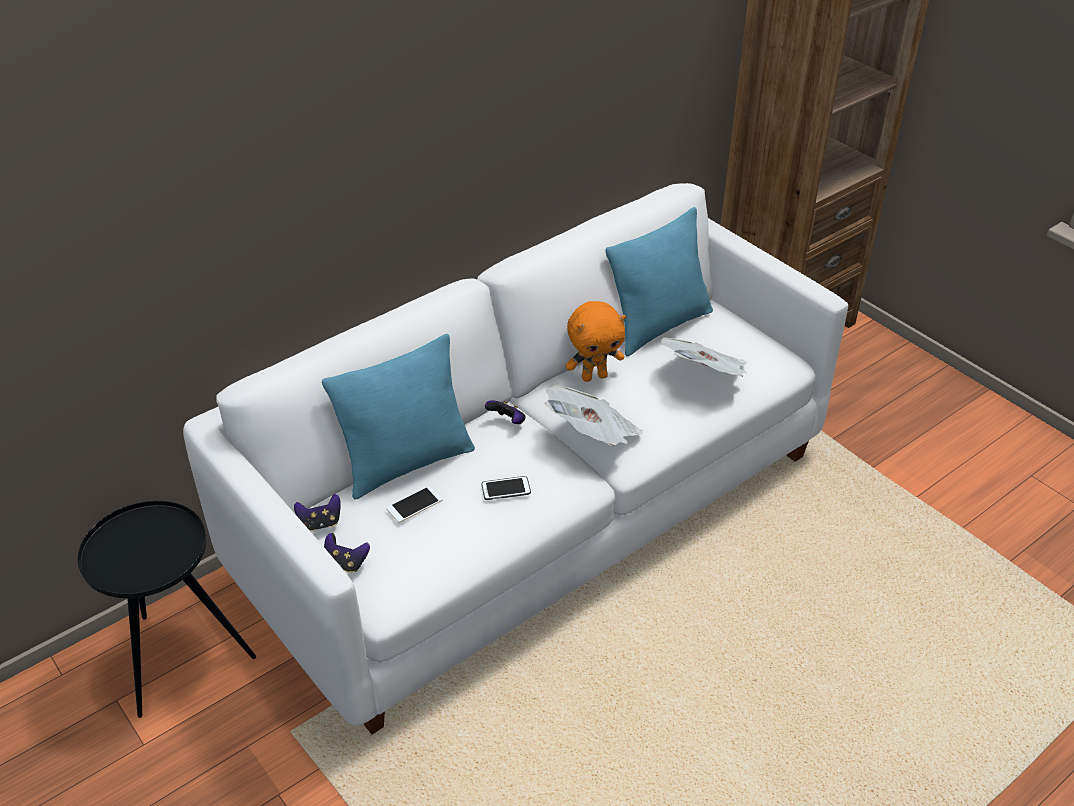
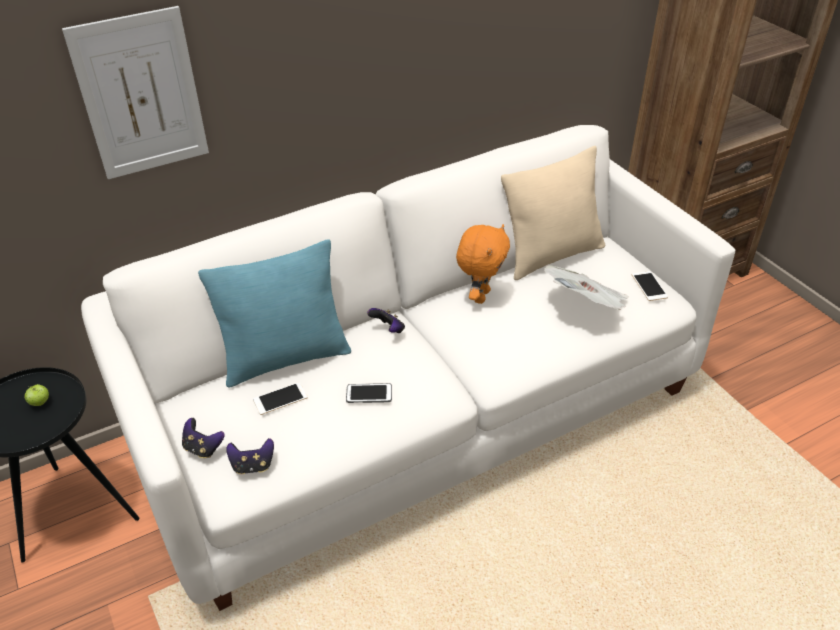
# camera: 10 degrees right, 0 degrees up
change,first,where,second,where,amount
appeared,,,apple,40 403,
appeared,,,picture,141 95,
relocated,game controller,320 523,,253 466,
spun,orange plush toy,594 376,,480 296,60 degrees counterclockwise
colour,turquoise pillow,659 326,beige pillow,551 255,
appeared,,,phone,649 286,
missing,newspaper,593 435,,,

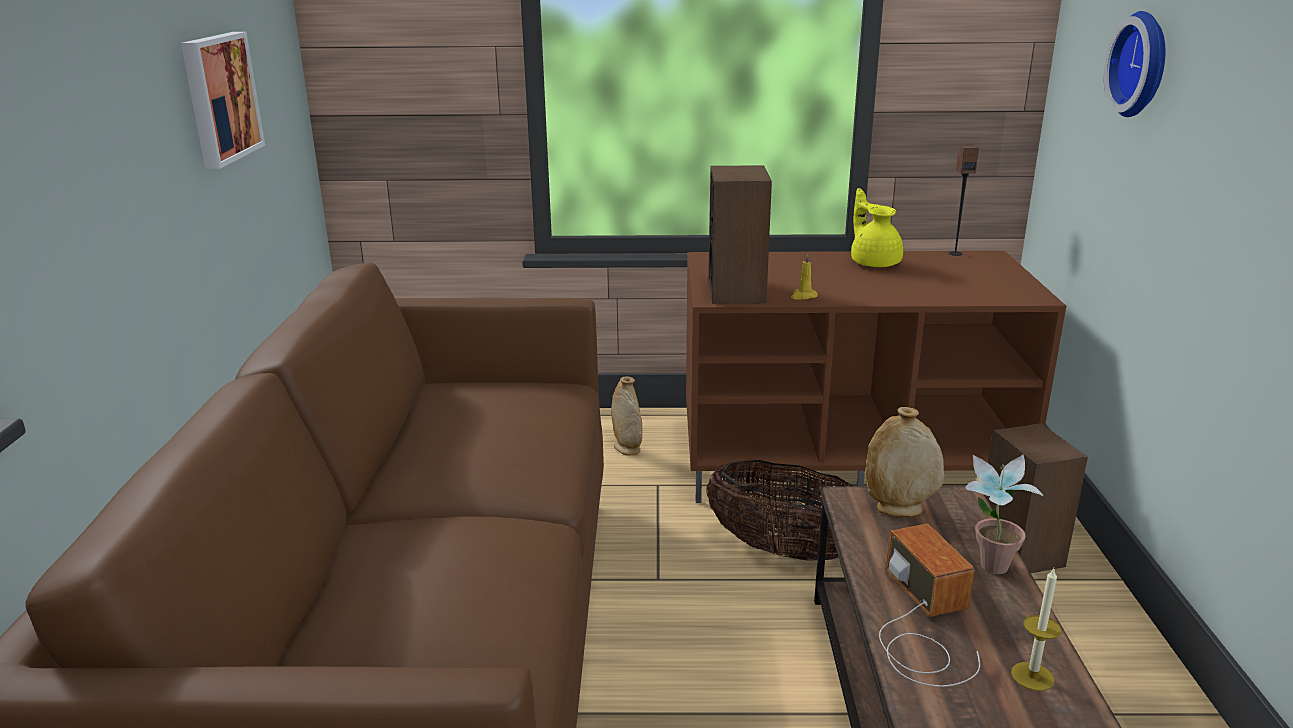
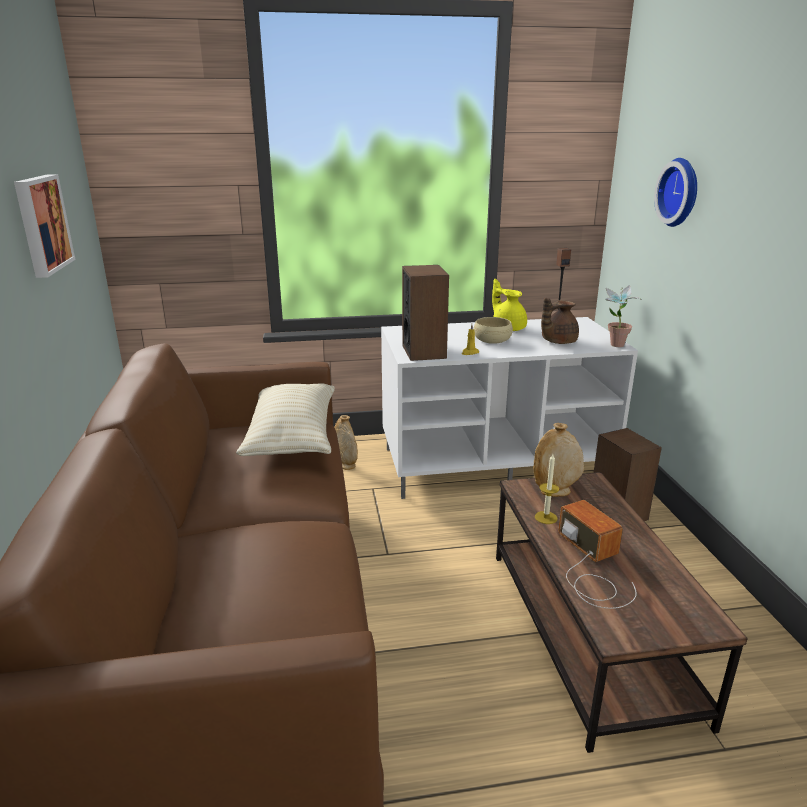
# camera: 10 degrees left, 0 degrees up
change,first,where,second,where,amount
appeared,,,beige pillow,292 437,
colour,brown tv stand,847 462,white tv stand,495 463,
appeared,,,beige bowl,492 340,
relocated,candle,1032 676,,546 517,
appeared,,,brown teapot,557 341,
relocated,potted plant,987 570,,614 346,
missing,basket,785 550,,,

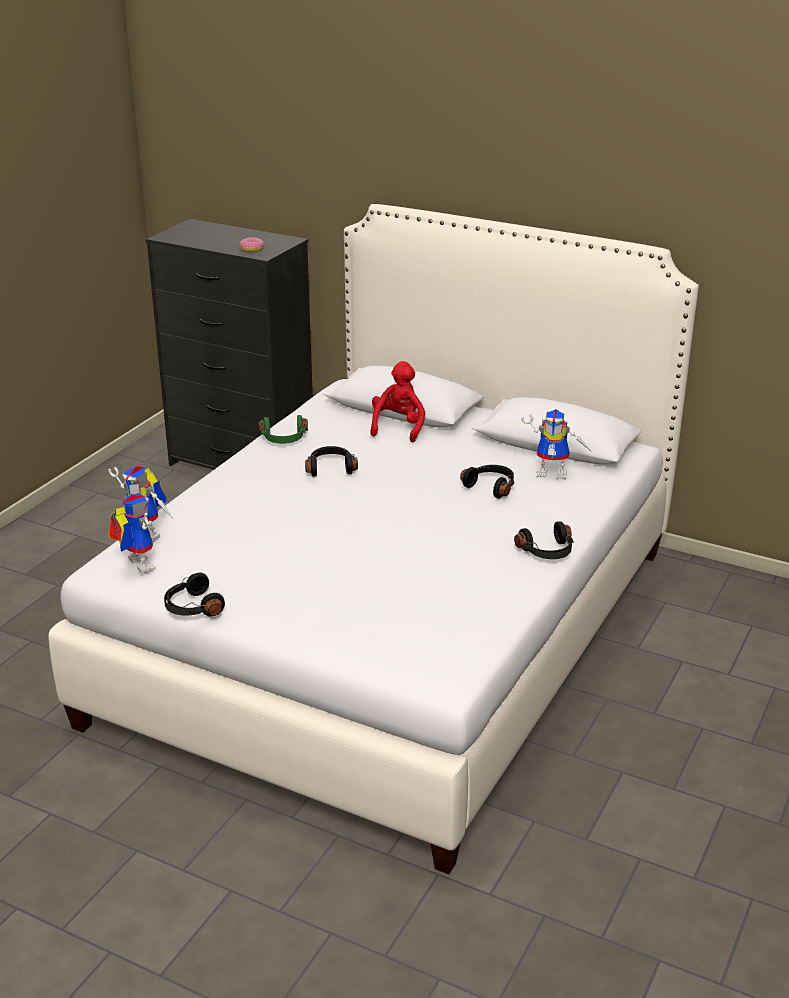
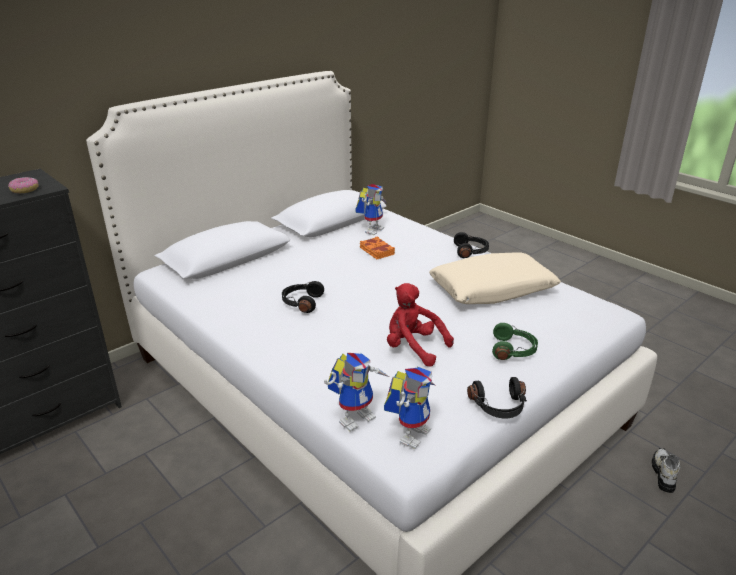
# camera: 70 degrees left, 0 degrees up
change,first,where,second,where,amount
exchanged,black headphones,491 487,orange book,376 251,
spun,toy robot,135 564,,411 432,135 degrees clockwise
relocated,red plush toy,398 427,,413 348,
appeared,,,beige pillow,492 289,
relocated,green headphones,284 439,,513 350,
appeared,,,shoe,663 474,

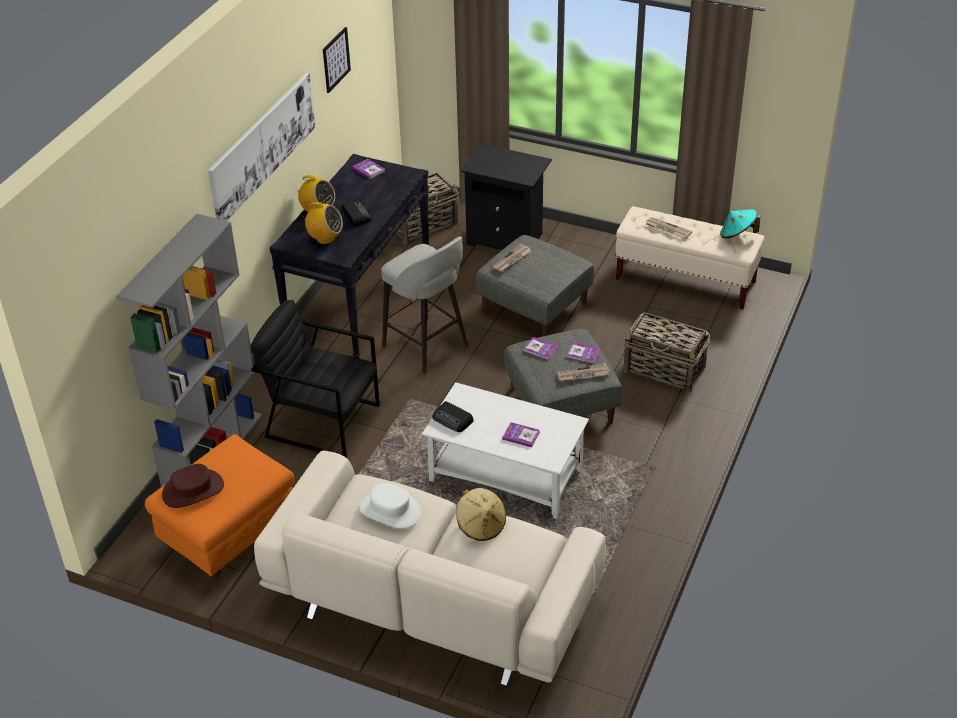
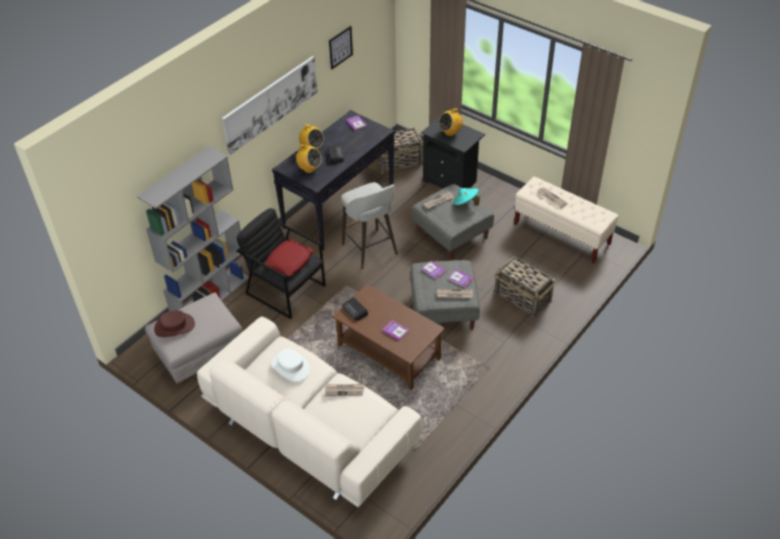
# camera: 15 degrees right, 5 degrees up
change,first,where,second,where,amount
colour,orange ottoman,229 536,grey ottoman,200 357,
appeared,,,red pillow,289 261,
exchanged,beige hat,481 525,newspaper,344 390,
colour,white coffee table,504 475,brown coffee table,388 352,
appeared,,,radio,450 132,
relocated,turquoise hat,737 234,,465 204,

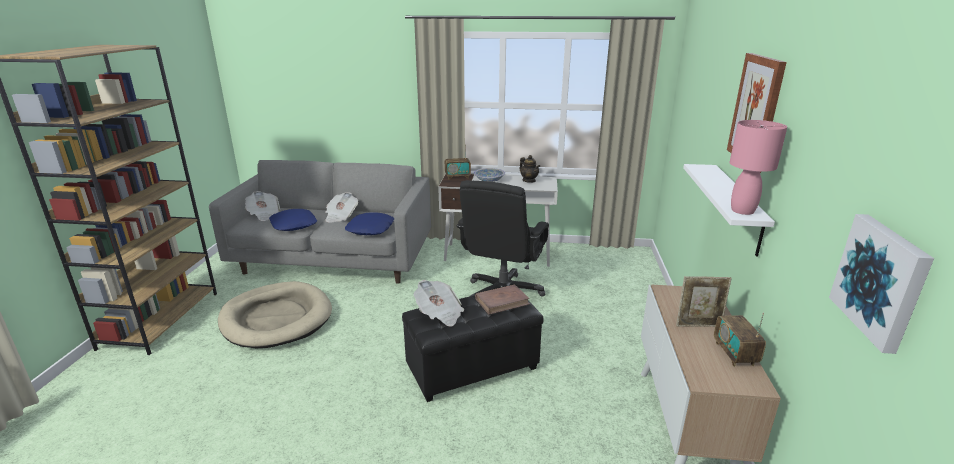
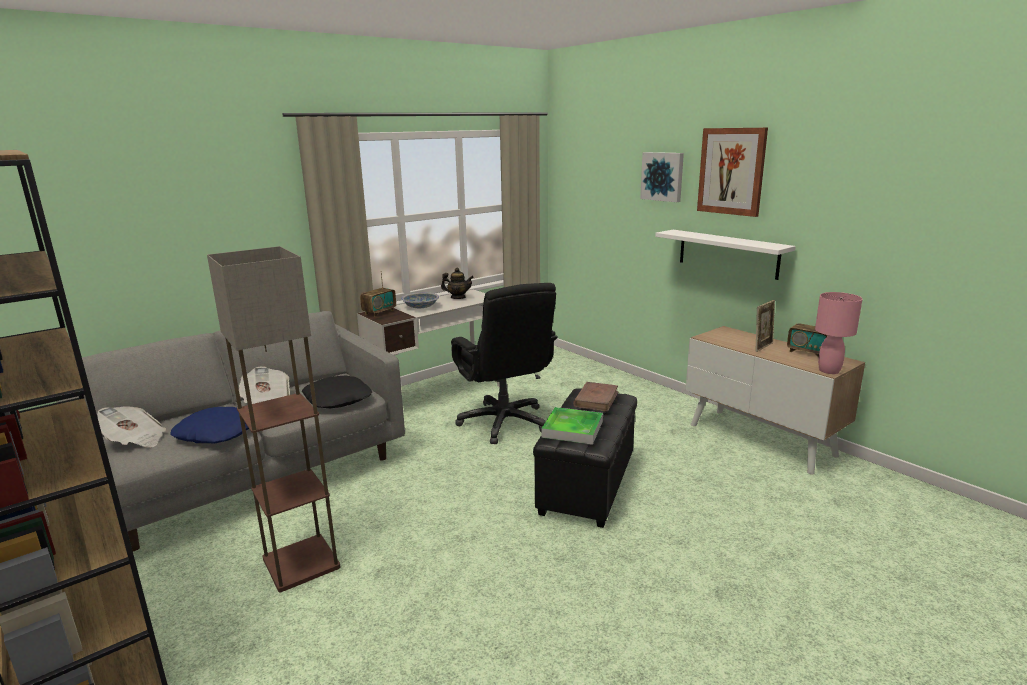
# camera: 45 degrees left, 5 degrees down
change,first,where,second,where,amount
exchanged,beige dog bed,276 318,floor lamp,299 563,
colour,blue pillow,371 229,black pillow,338 399,
exchanged,newspaper,439 314,tray,572 429,
relocated,picture,881 280,,663 176,
relocated,pink table lamp,742 210,,829 370,

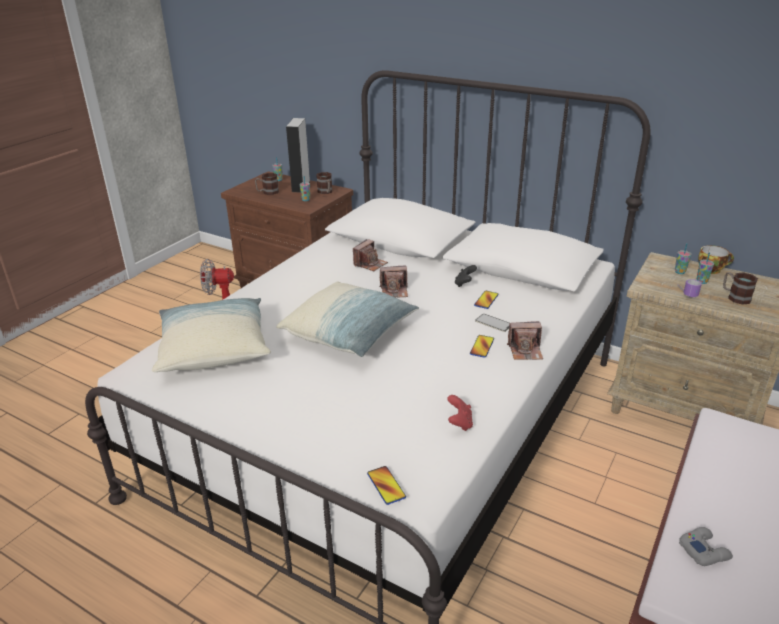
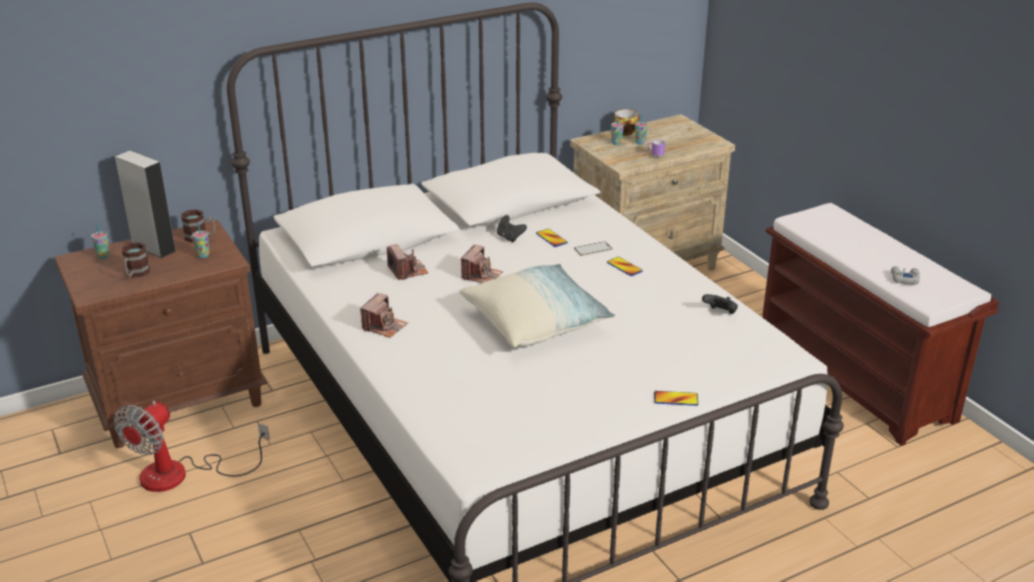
# camera: 60 degrees left, 0 degrees up
change,first,where,second,where,amount
relocated,photo camera,525 351,,384 326,
relocated,phone,386 485,,675 399,
colour,red game controller,459 423,black game controller,720 313,
missing,pillow,214 349,,,
missing,mug,735 297,,,

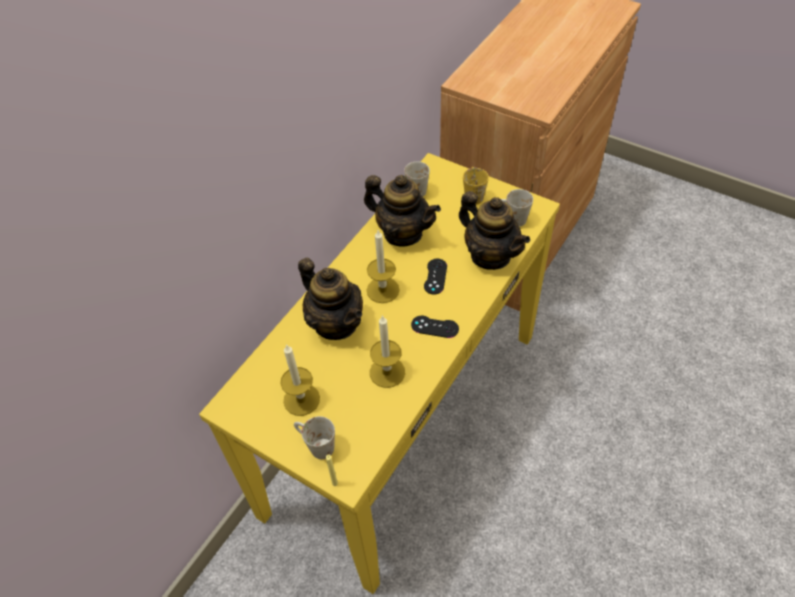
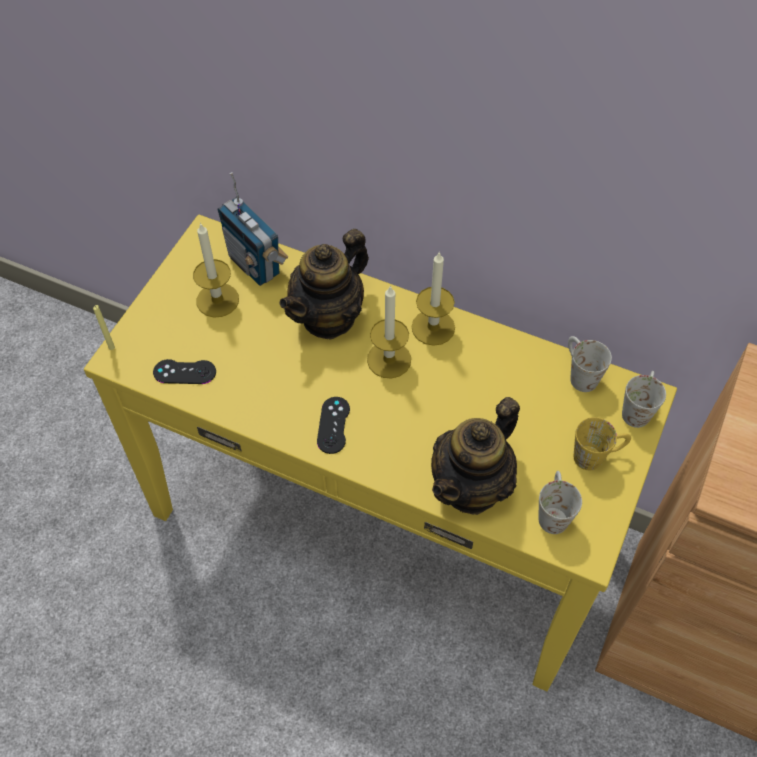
# camera: 80 degrees right, 5 degrees up
change,first,where,second,where,amount
relocated,black game controller,435 276,,184 372,
appeared,,,radio,255 265,
relocated,candle,387 372,,433 327,
relocated,white mug,315 445,,638 408,
missing,teapot,402 233,,,

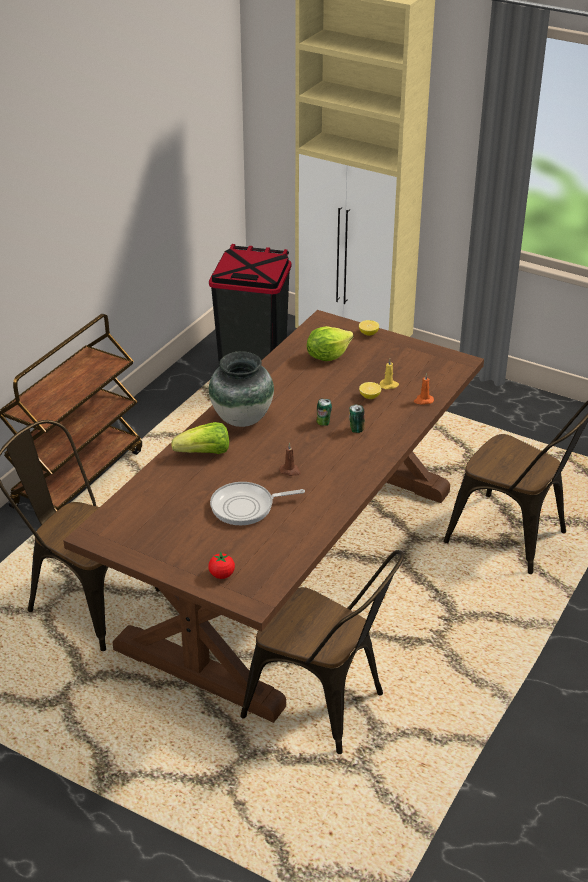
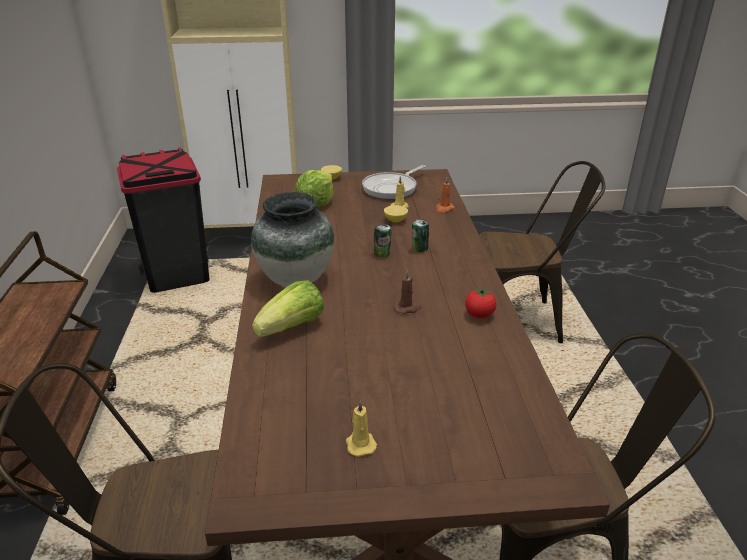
# camera: 35 degrees left, 5 degrees down
change,first,where,second,where,amount
appeared,,,yellow candle,360 444,
relocated,frying pan,246 507,,392 188,
relocated,tomato,222 575,,479 315,

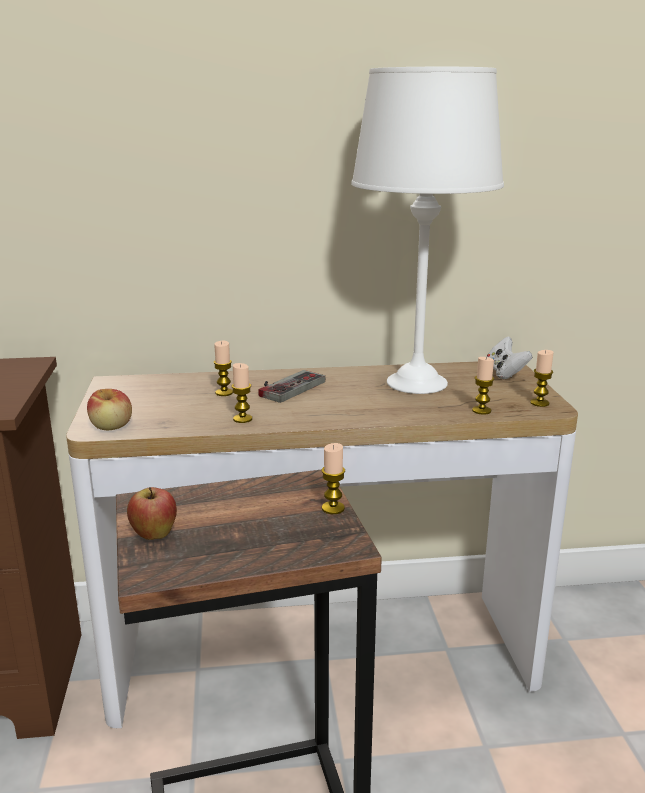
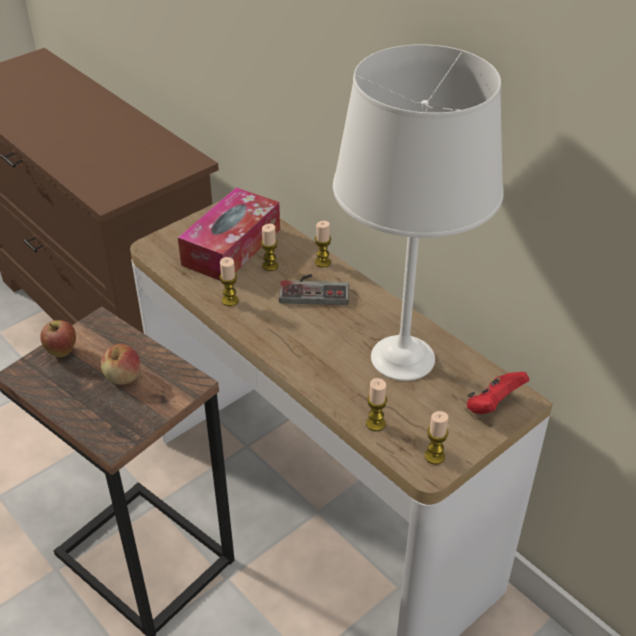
# camera: 55 degrees right, 20 degrees up
change,first,where,second,where,amount
relocated,apple,111 426,,123 377,
appeared,,,tissue box,231 247,
relocated,candle,333 508,,322 262,
colour,white game controller,504 373,red game controller,493 405,

